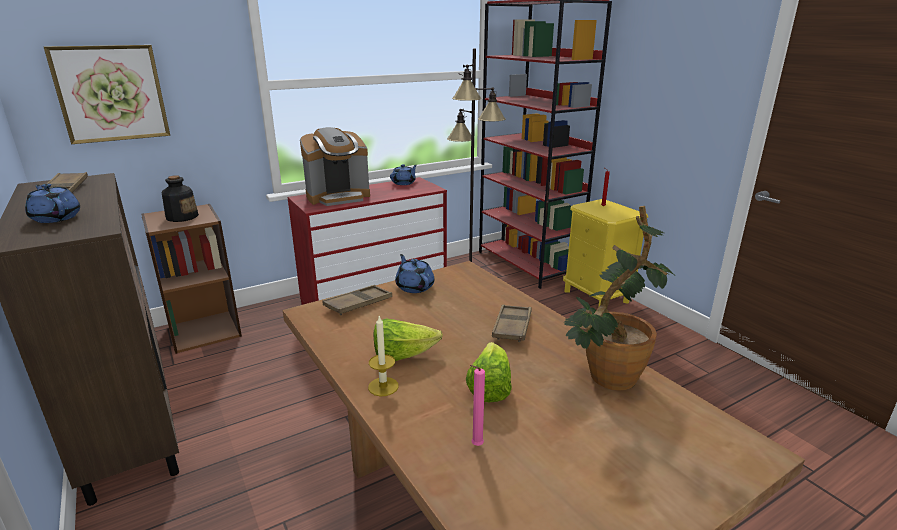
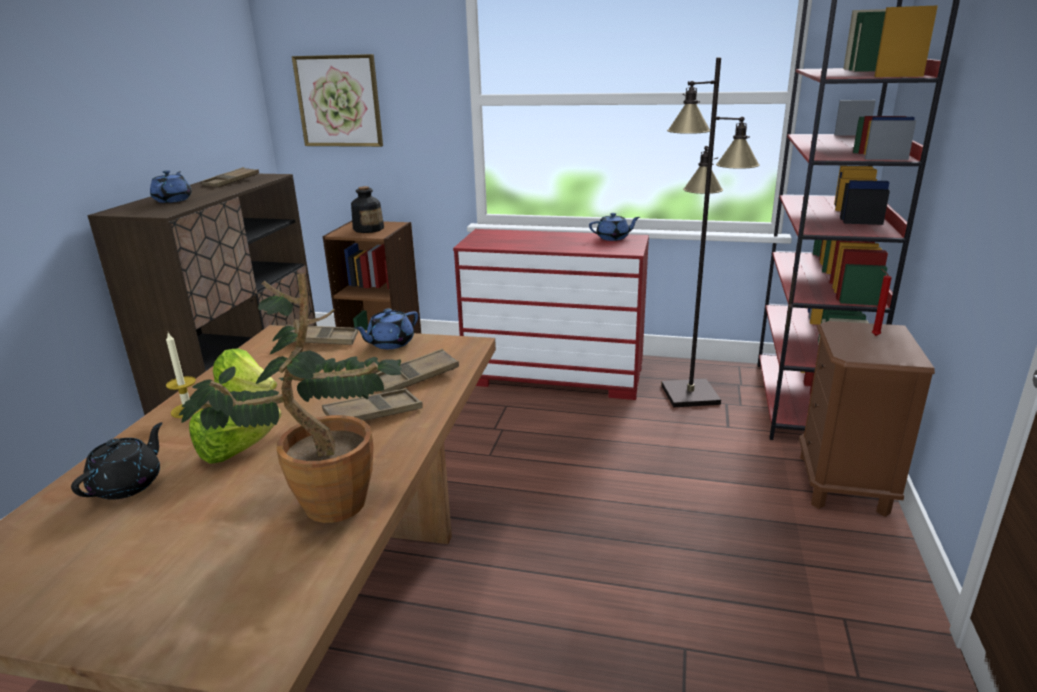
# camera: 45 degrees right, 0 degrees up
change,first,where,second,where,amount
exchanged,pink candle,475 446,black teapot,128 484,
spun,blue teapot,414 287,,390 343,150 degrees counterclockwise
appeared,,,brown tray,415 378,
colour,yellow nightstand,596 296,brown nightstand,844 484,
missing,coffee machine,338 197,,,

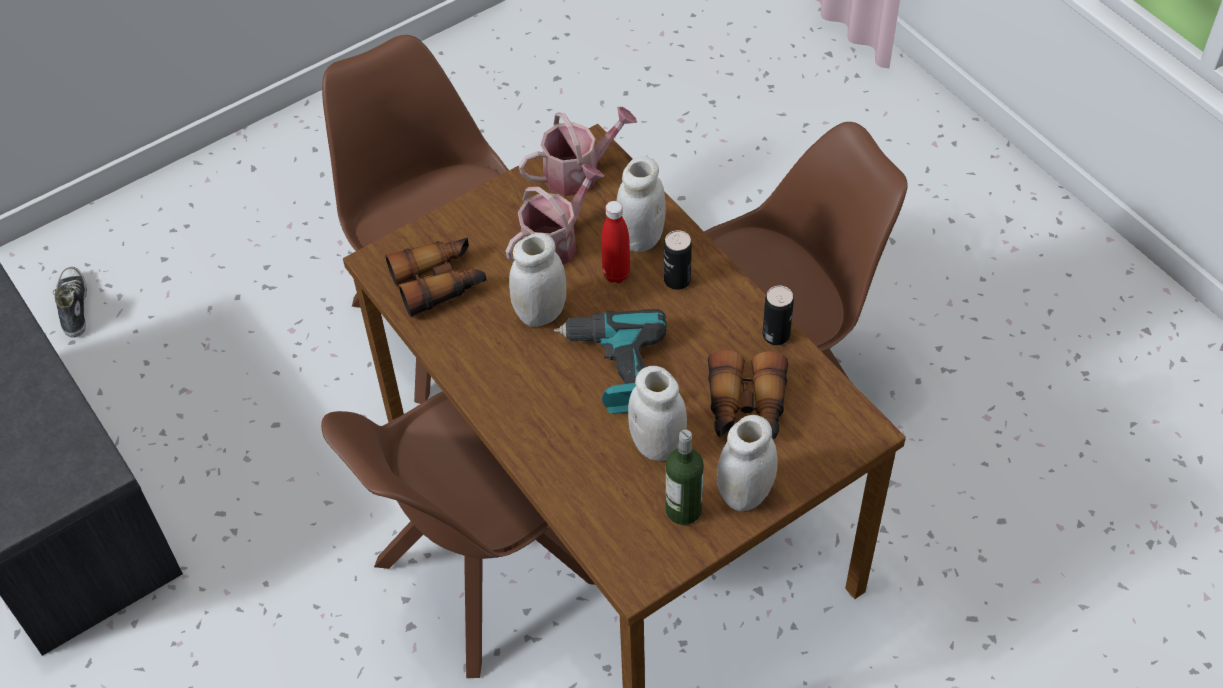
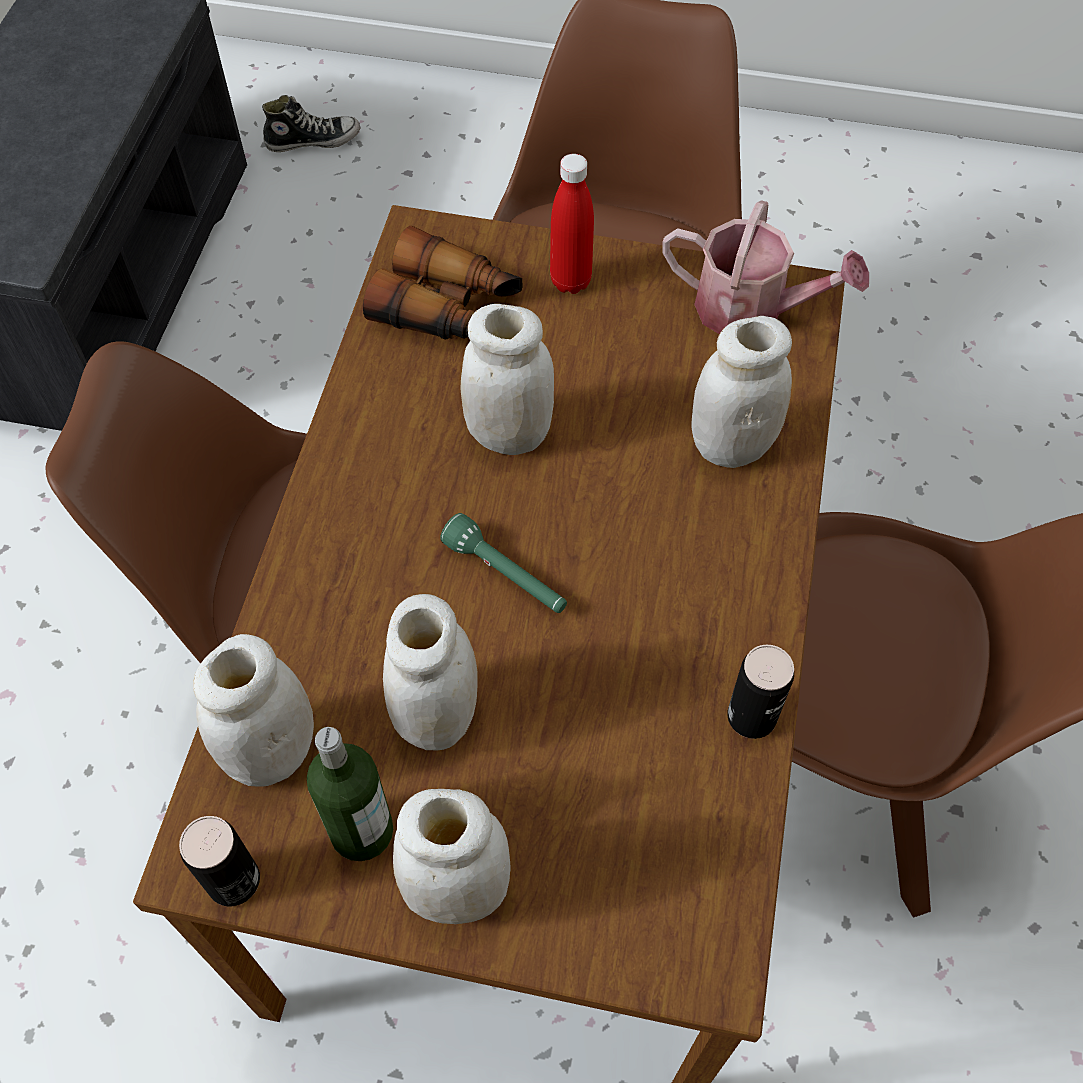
# camera: 45 degrees right, 5 degrees up
change,first,where,second,where,amount
relocated,can,677 280,,233 880,
appeared,,,white jar,271 751,
spun,shoe,73 307,,313 140,45 degrees clockwise
exchanged,power drill,615 369,green flashlight,506 575,
relocated,red bottle,616 274,,570 281,
missing,watering can,555 241,,,
missing,binoculars,746 407,,,

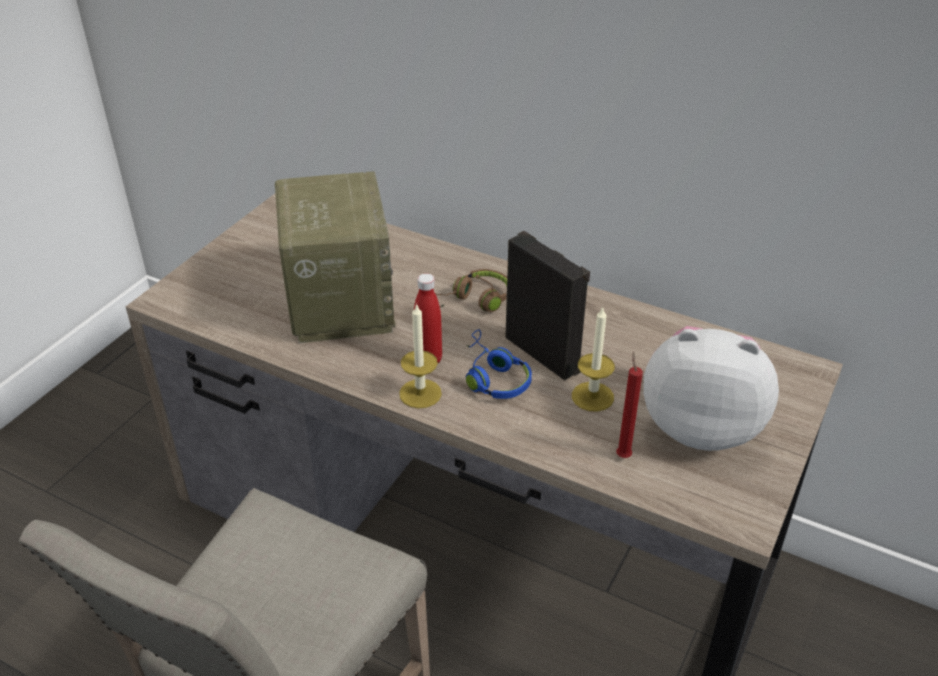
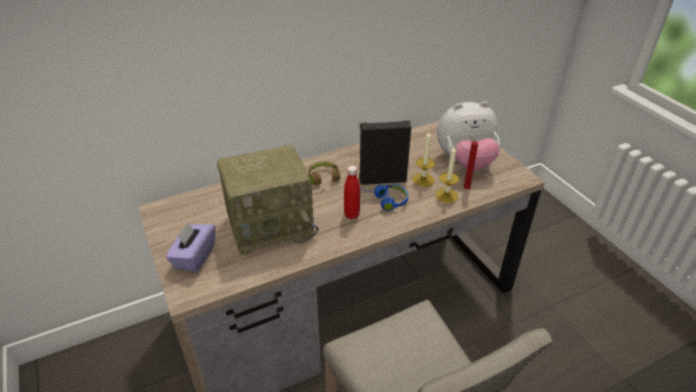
# camera: 55 degrees left, 0 degrees up
change,first,where,second,where,amount
appeared,,,purple tissue box,194 257,
spun,radio,338 300,,271 225,135 degrees clockwise
relocated,candle,420 393,,446 195,
spun,plush toy,701 426,,465 162,150 degrees counterclockwise

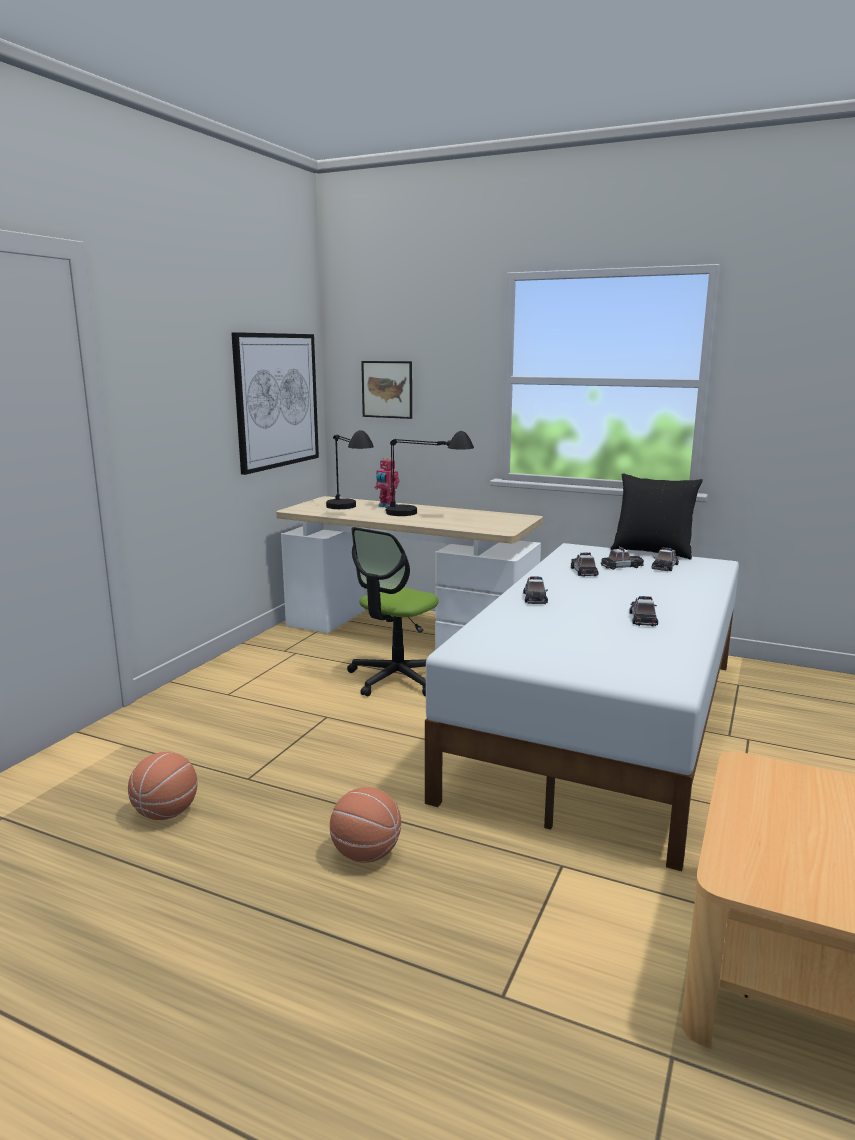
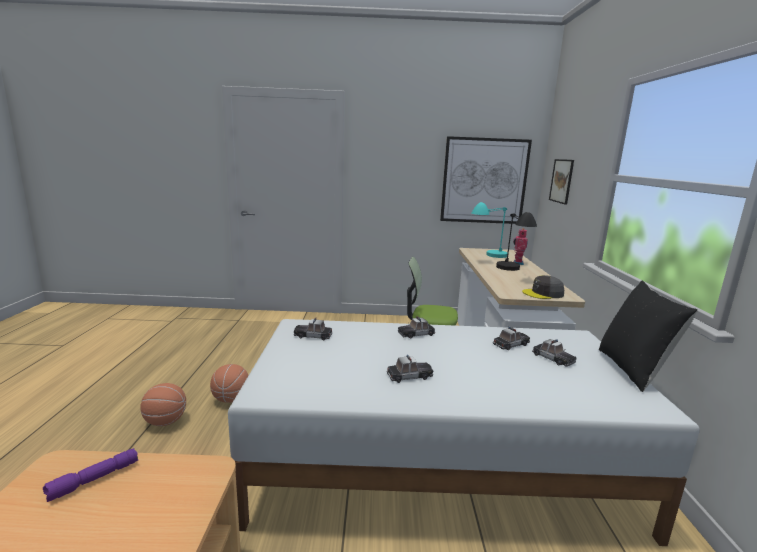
# camera: 65 degrees right, 0 degrees up
change,first,where,second,where,amount
appeared,,,purple flashlight,94 480,
relocated,basketball,165 813,,165 421,
relocated,toy car,664 566,,313 335,
colour,black table lamp,350 511,turquoise table lamp,488 258,
appeared,,,grey cap,543 293,

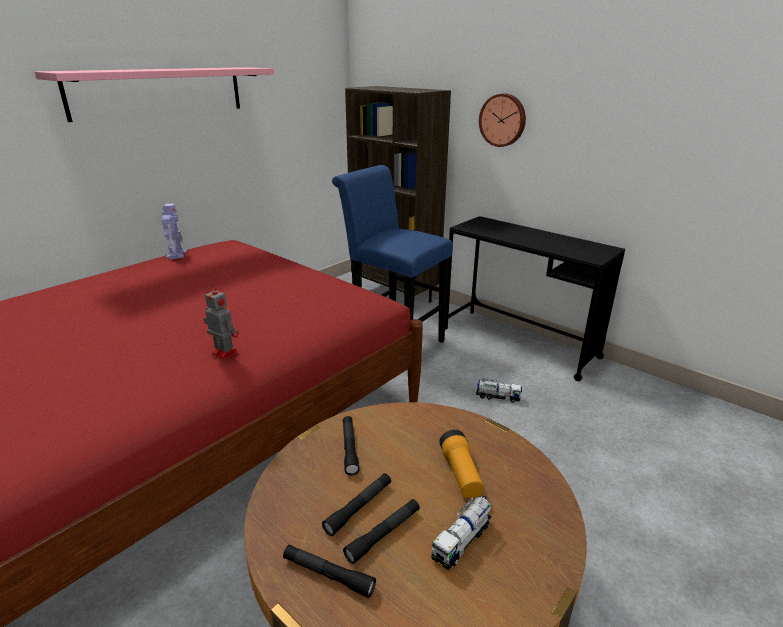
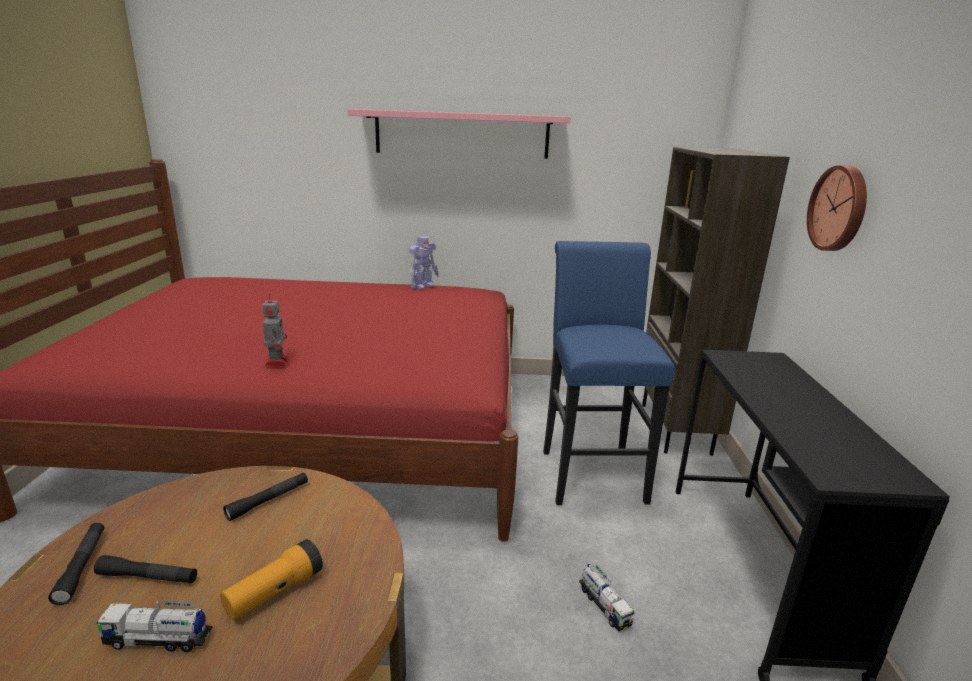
# camera: 50 degrees right, 5 degrees down
change,first,where,second,where,amount
missing,black flashlight,359 507,,,

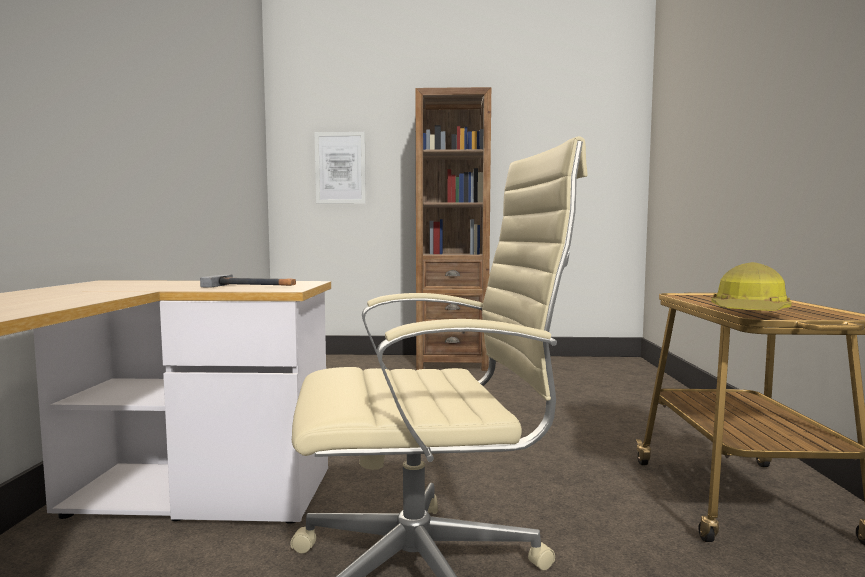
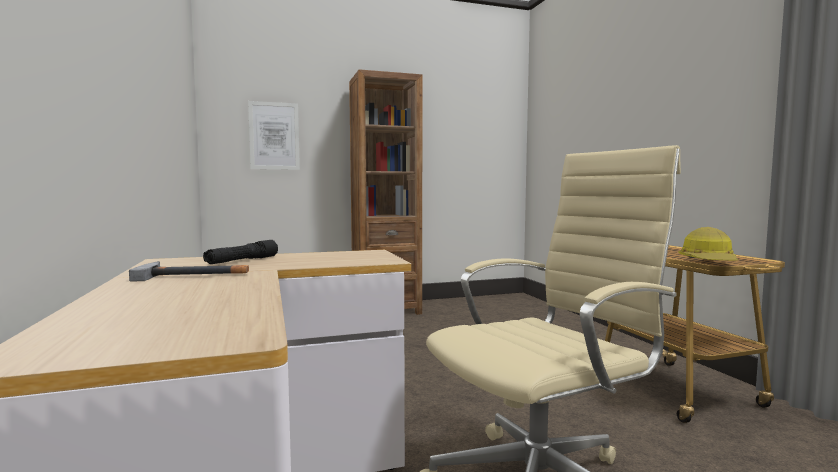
# camera: 20 degrees left, 0 degrees up
change,first,where,second,where,amount
relocated,hammer,253 286,,195 275,
appeared,,,black flashlight,242 261,

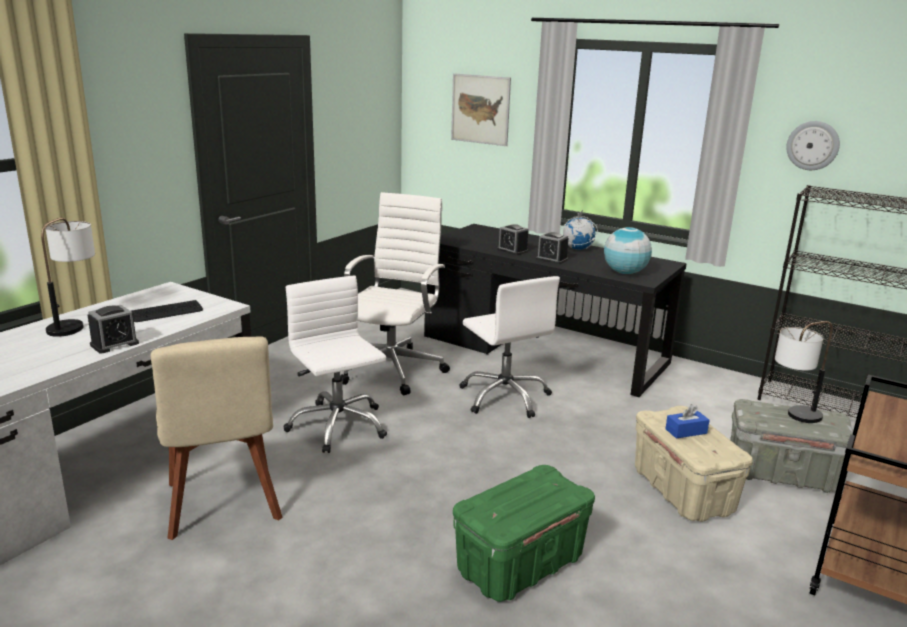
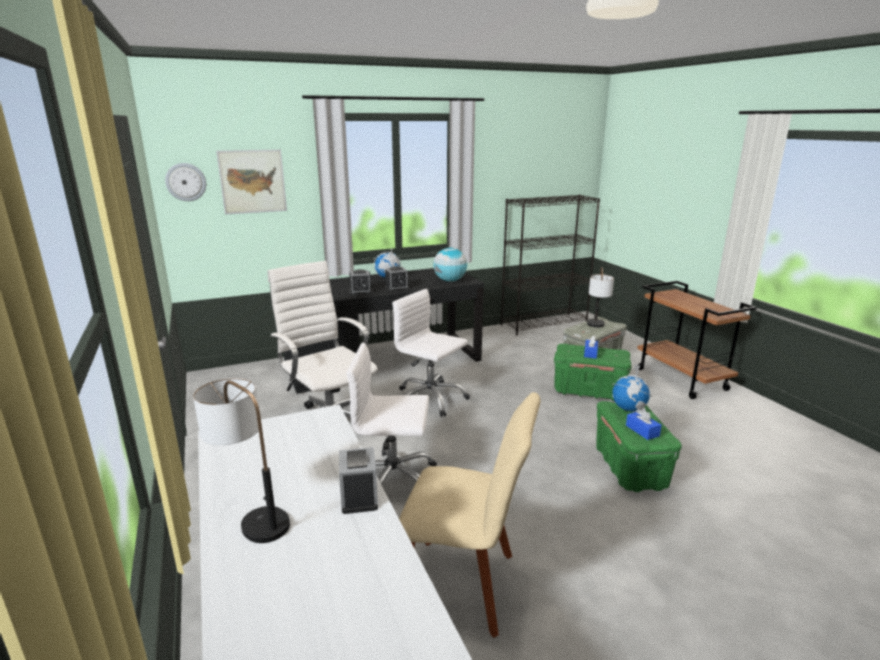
# camera: 55 degrees left, 0 degrees up
change,first,where,second,where,amount
relocated,wall clock,812 145,,186 182,
spun,white office chair,505 397,,430 399,150 degrees counterclockwise
colour,beige storage box,683 492,green storage box,589 391,
appeared,,,globe,629 409,
appeared,,,blue tissue box,642 431,
missing,keyboard,166 312,,,

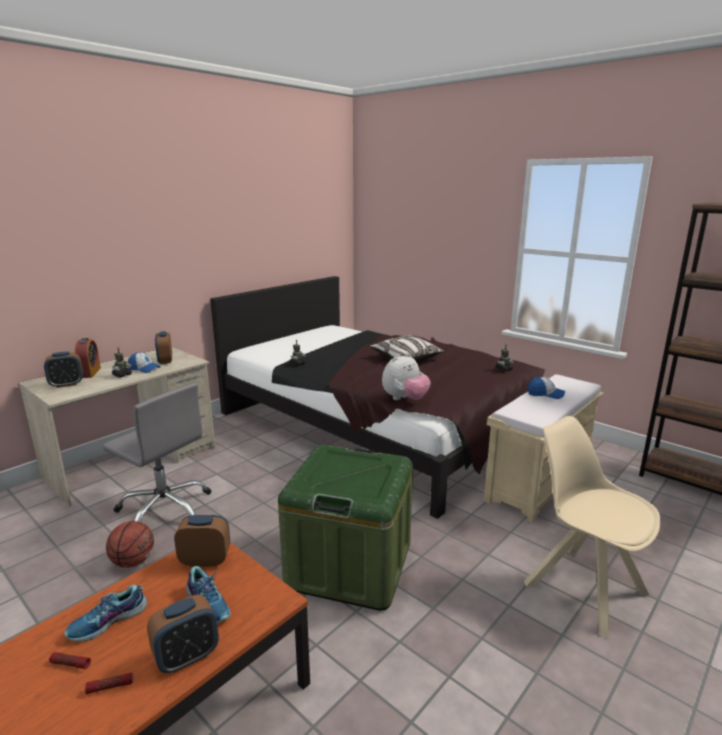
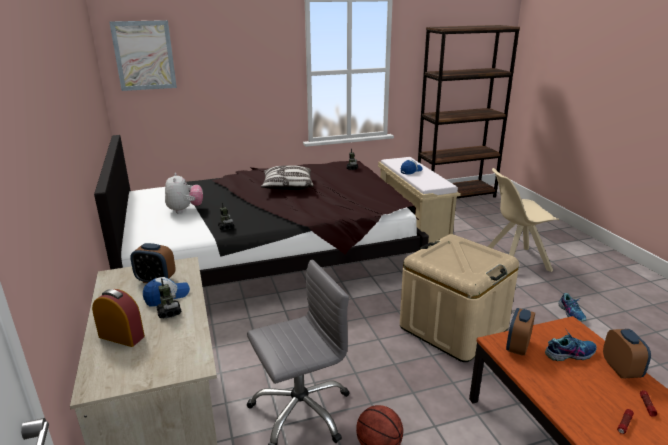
# camera: 60 degrees left, 5 degrees up
change,first,where,second,where,amount
appeared,,,picture,144 55,
relocated,plush toy,405 399,,185 210,
colour,green storage box,349 564,beige storage box,453 328,
relocated,shoe,108 622,,571 313,
missing,alarm clock,66 384,,,

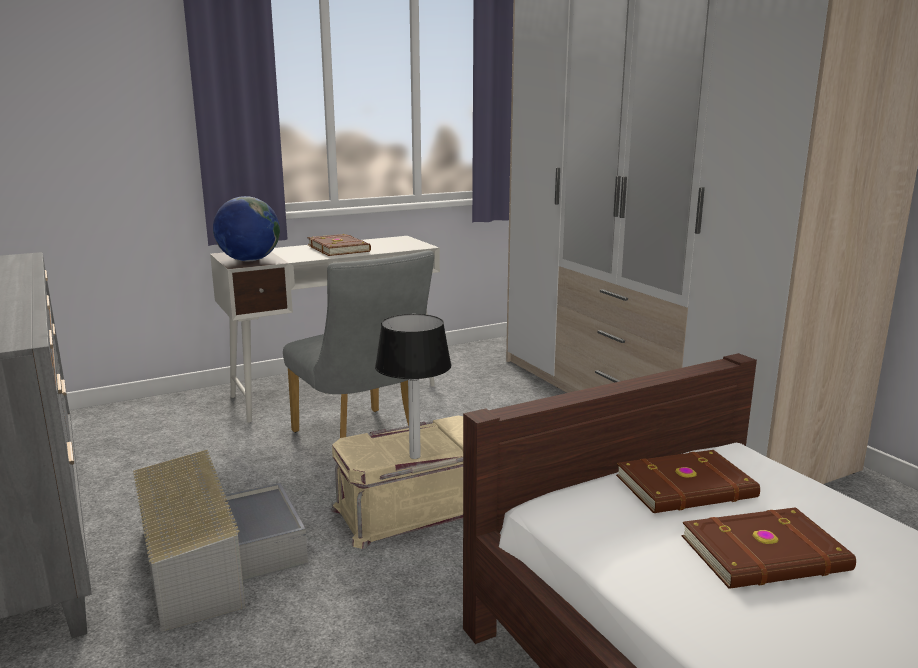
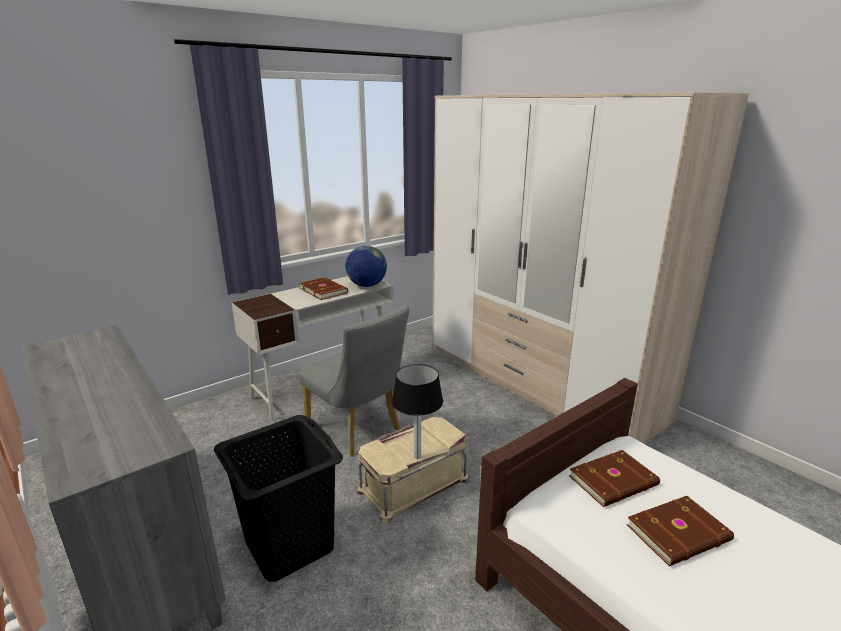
# camera: 10 degrees left, 5 degrees up
change,first,where,second,where,amount
exchanged,grey storage box,213 558,black laundry basket,288 545,
relocated,globe,249 260,,366 285,

